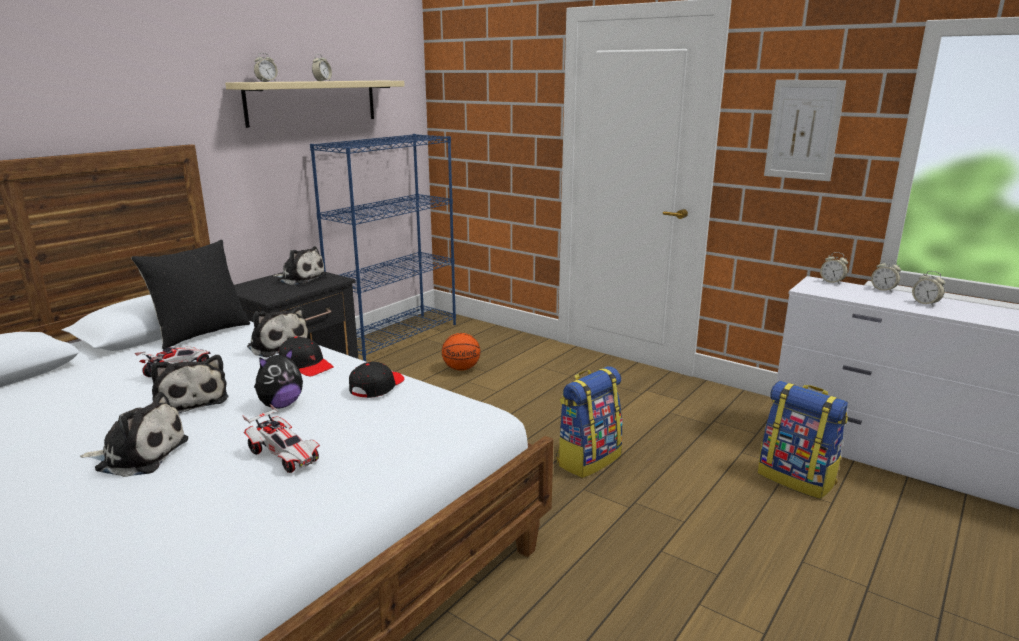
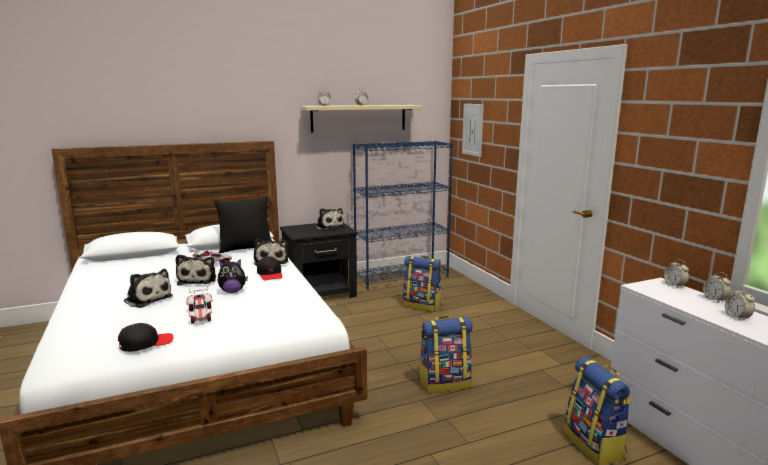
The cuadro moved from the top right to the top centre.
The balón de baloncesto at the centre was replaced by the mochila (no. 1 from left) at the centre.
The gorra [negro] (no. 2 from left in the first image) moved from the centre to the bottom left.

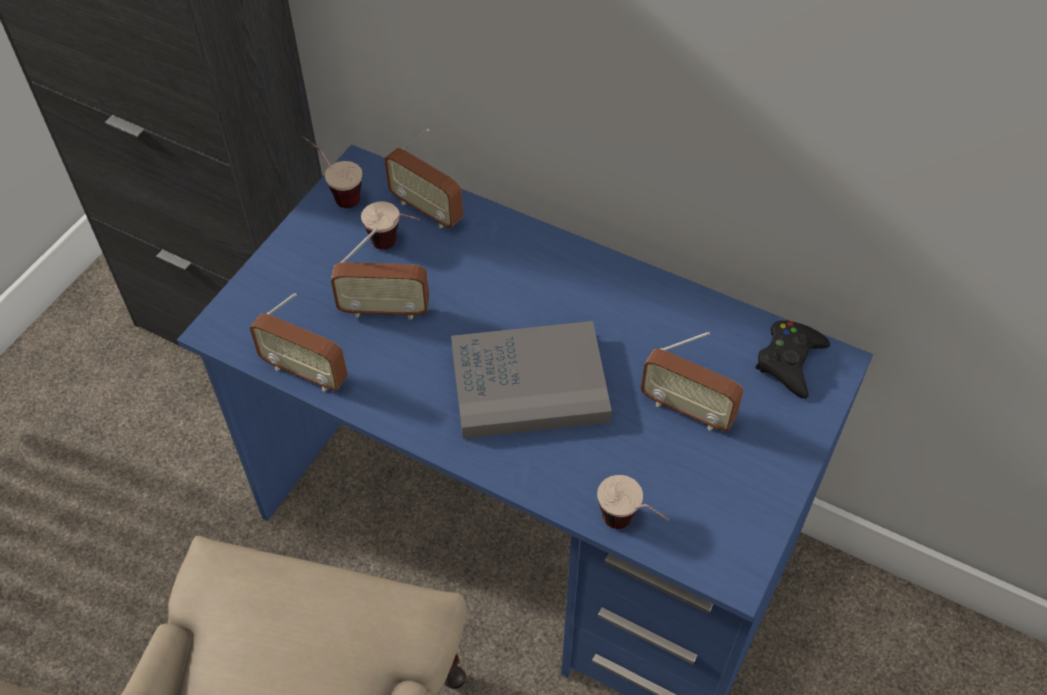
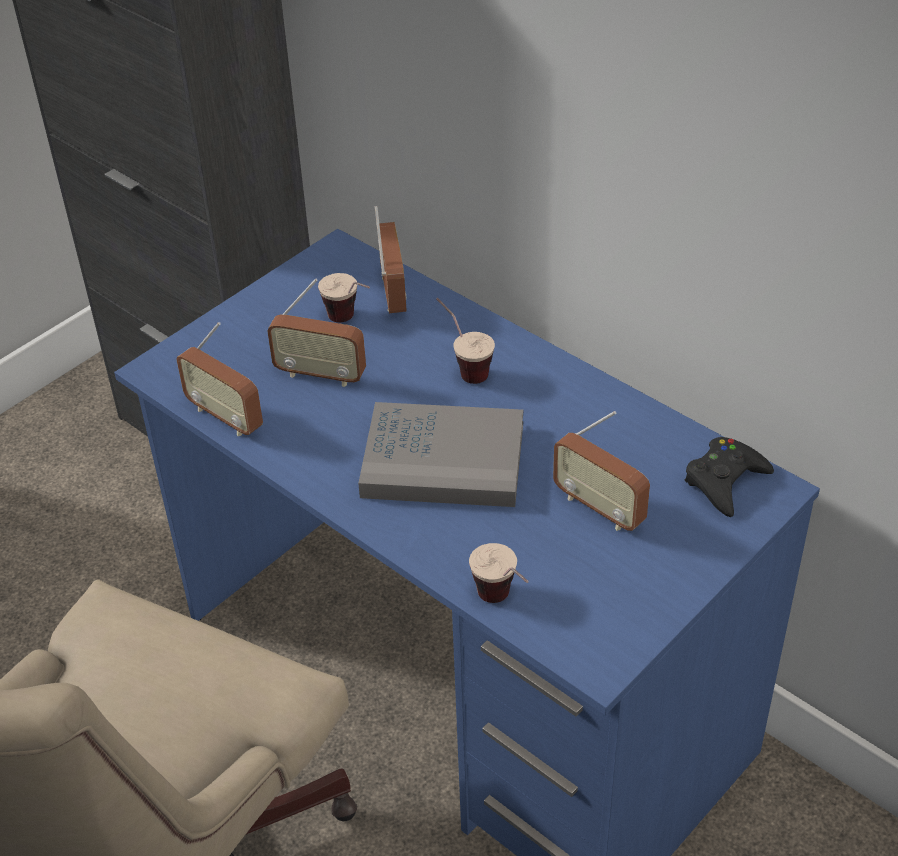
The radio (no. 3 from left) at the top centre turned 150 degrees counterclockwise.
The taza (no. 1 from left in the first image) moved from the top left to the centre.

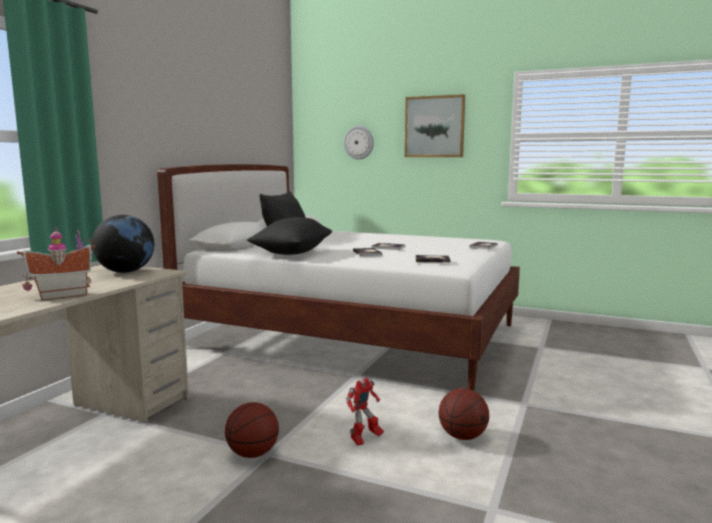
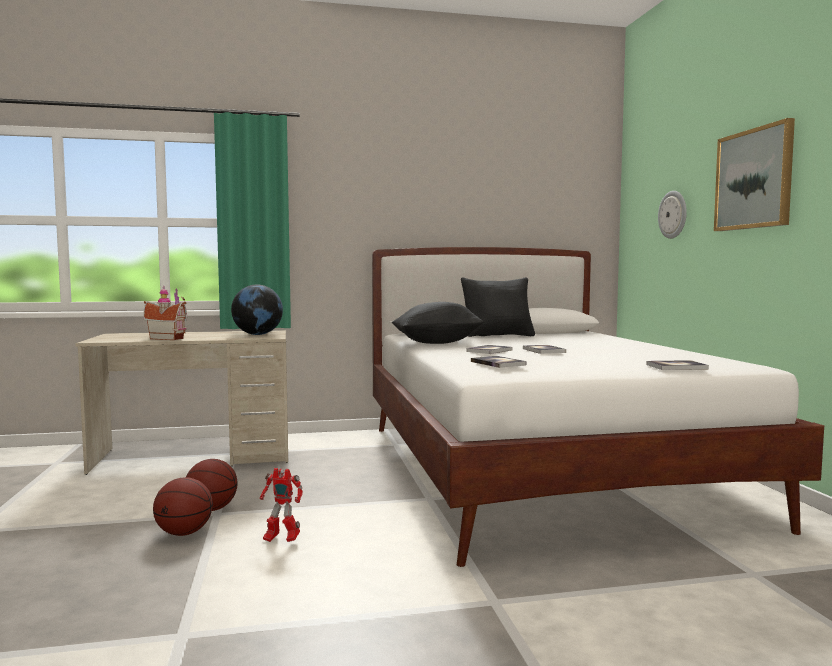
The balón de baloncesto (no. 2 from left in the first image) moved from the bottom centre to the bottom left.

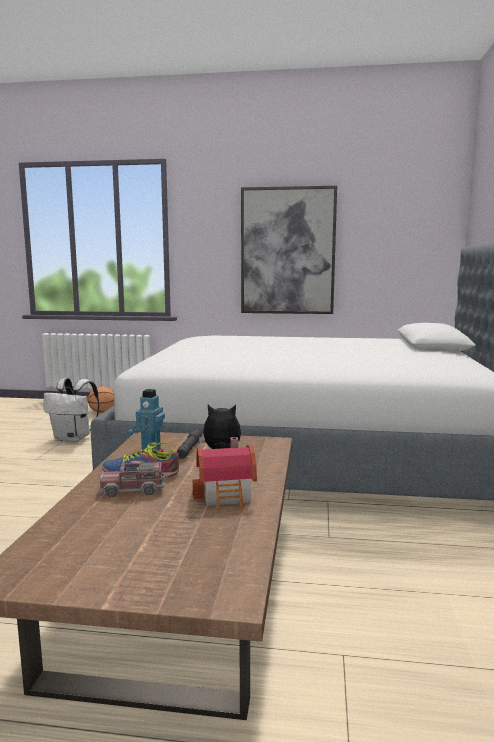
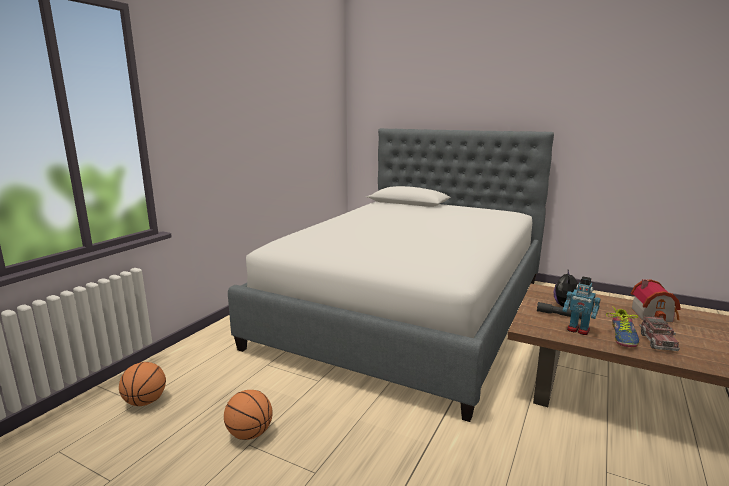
The cuadro at the centre disappeared.
The mochila [blanco] at the middle left was replaced by the balón de baloncesto (no. 2 from left) at the bottom centre.

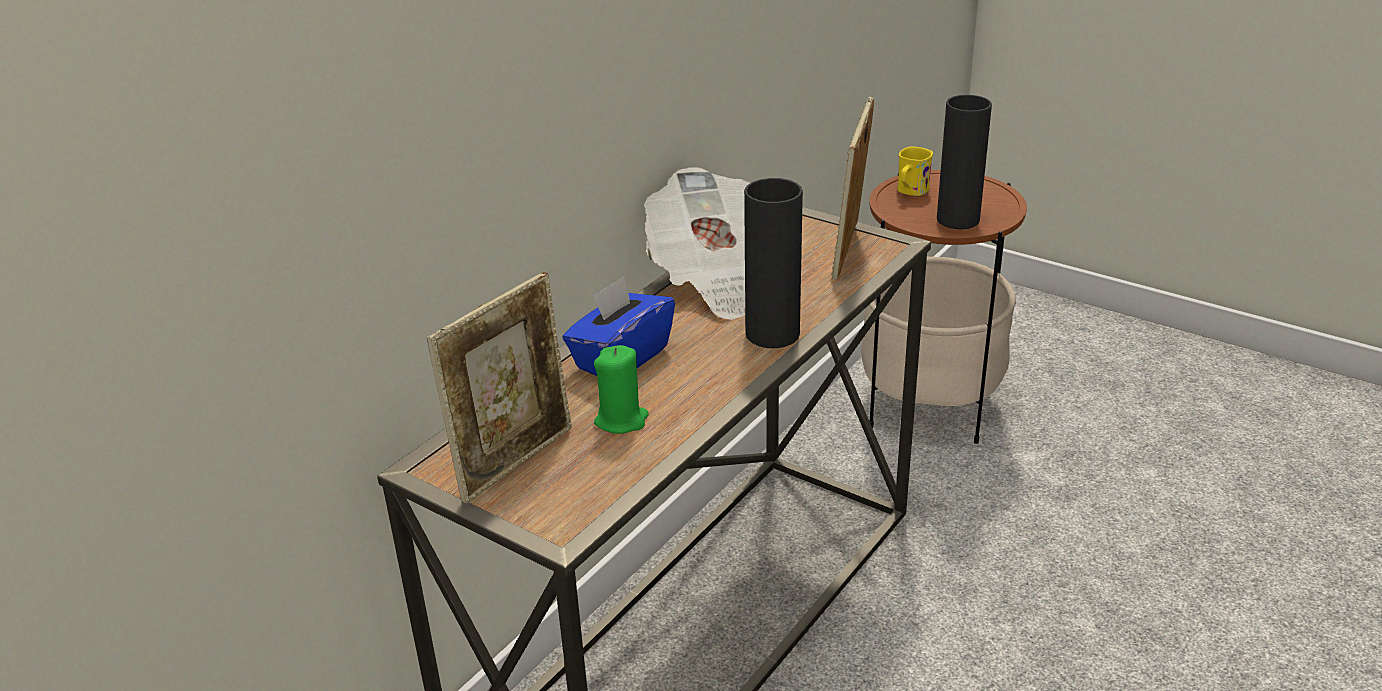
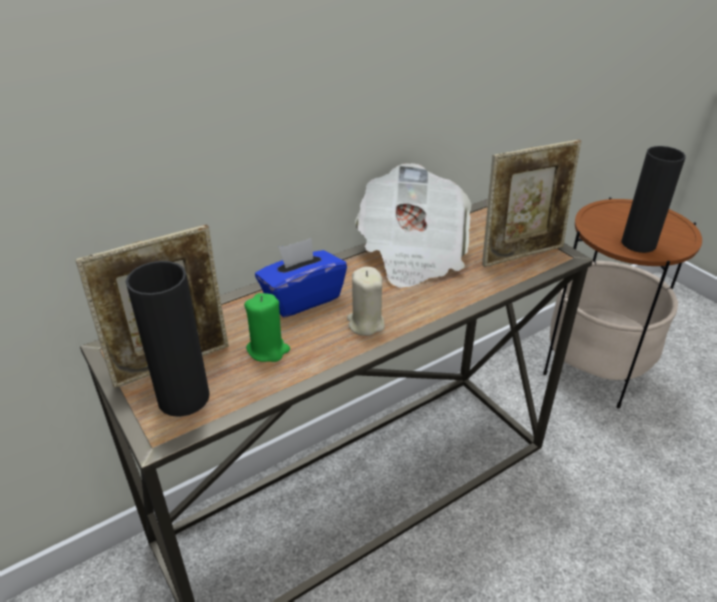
The portarretratos (no. 2 from left) at the top centre turned 150 degrees counterclockwise.
The taza grande [amarillo] at the top centre disappeared.
The florero [negro] (no. 1 from left) moved from the centre to the middle left.
The vela [beis] at the centre appeared.

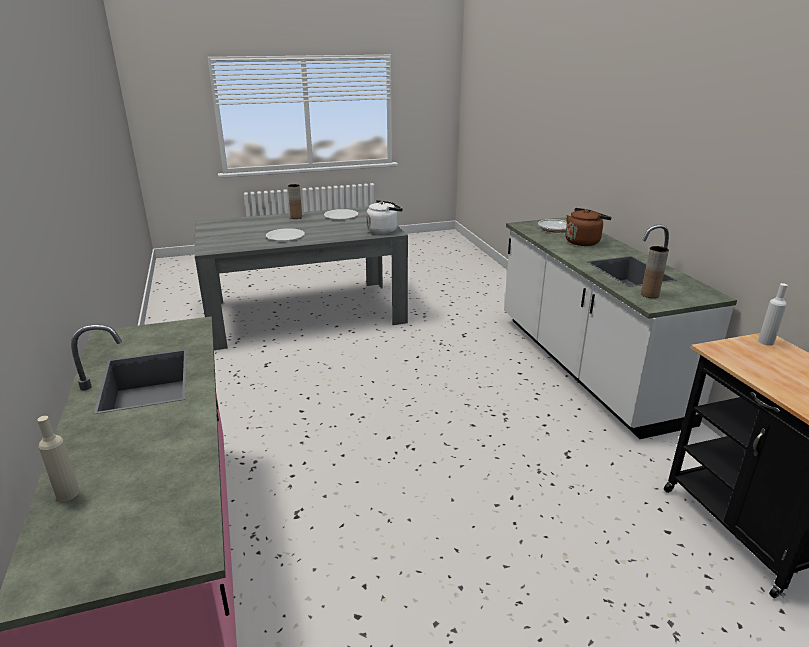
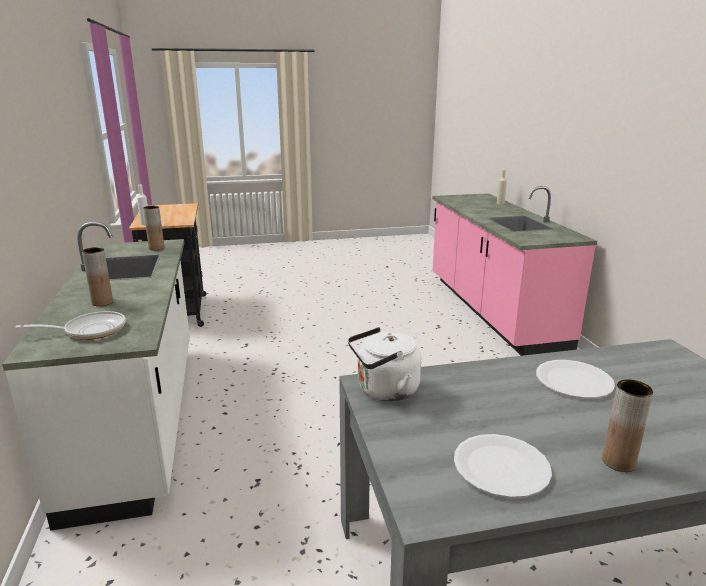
The hervidor [marrón] at the middle right was replaced by the florero [marrón] (no. 1 from left) at the middle left.

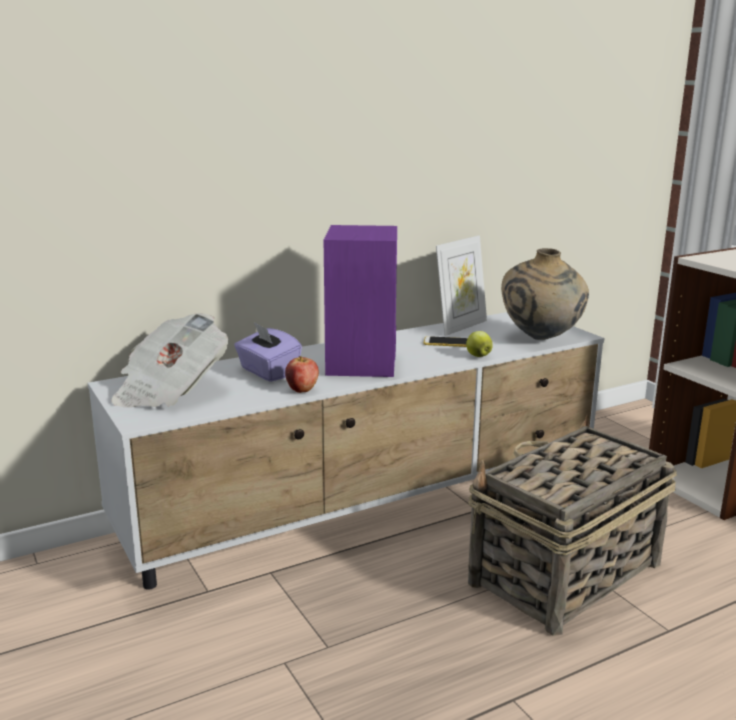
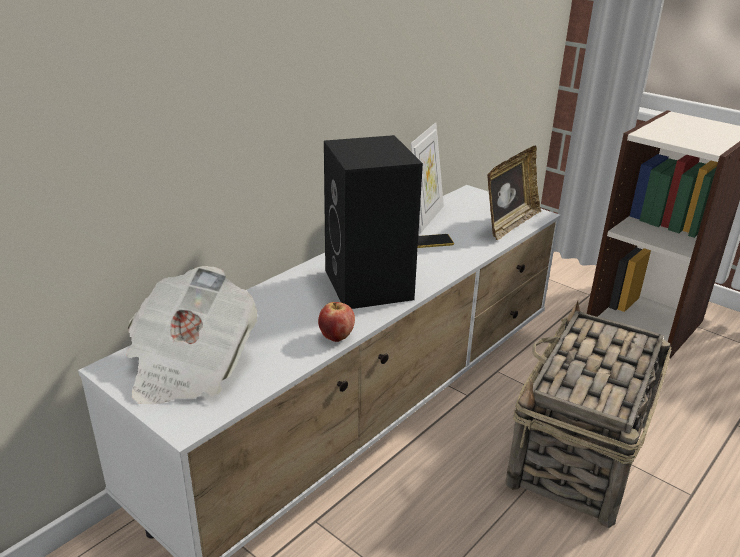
The altavoz [morado] at the centre became the altavoz [negro] at the centre.
The florero [beis] at the middle right was replaced by the portarretratos (no. 2 from left) at the middle right.
The caja de pañuelos [morado] at the centre disappeared.
The manzana (no. 2 from left) at the centre disappeared.

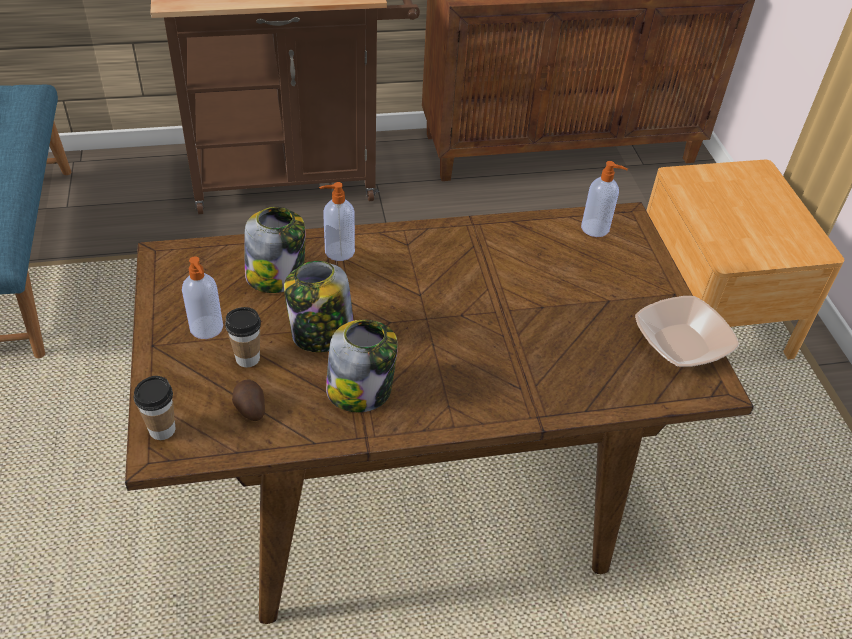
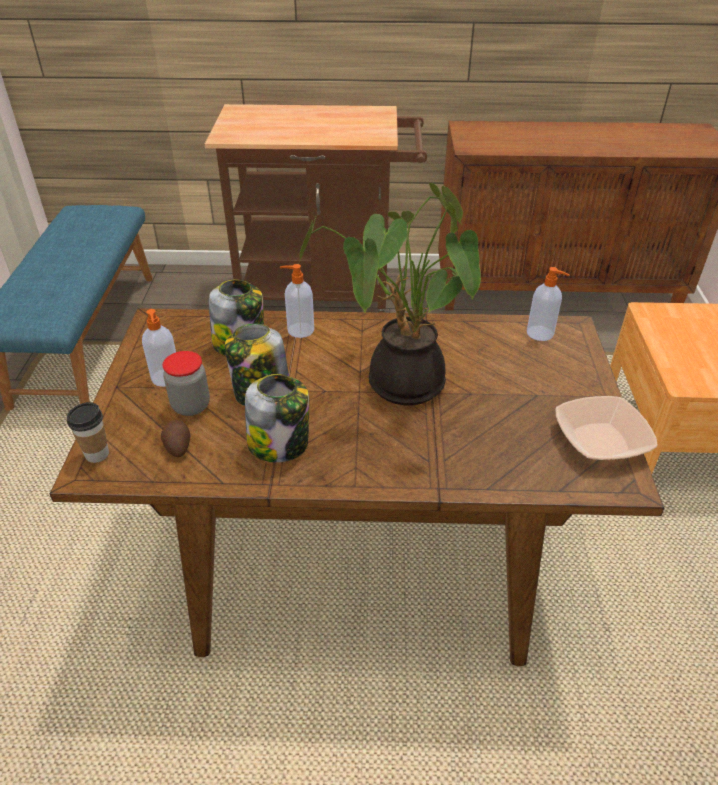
The taza (no. 2 from left) at the middle left was replaced by the tarro (no. 1 from left) at the middle left.
The planta en maceta at the centre appeared.

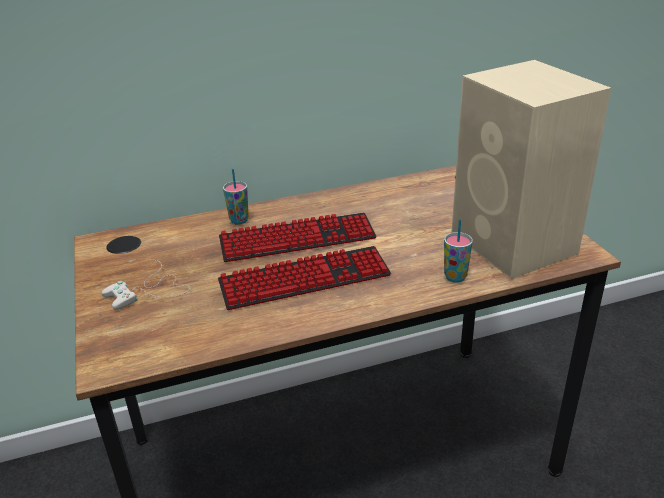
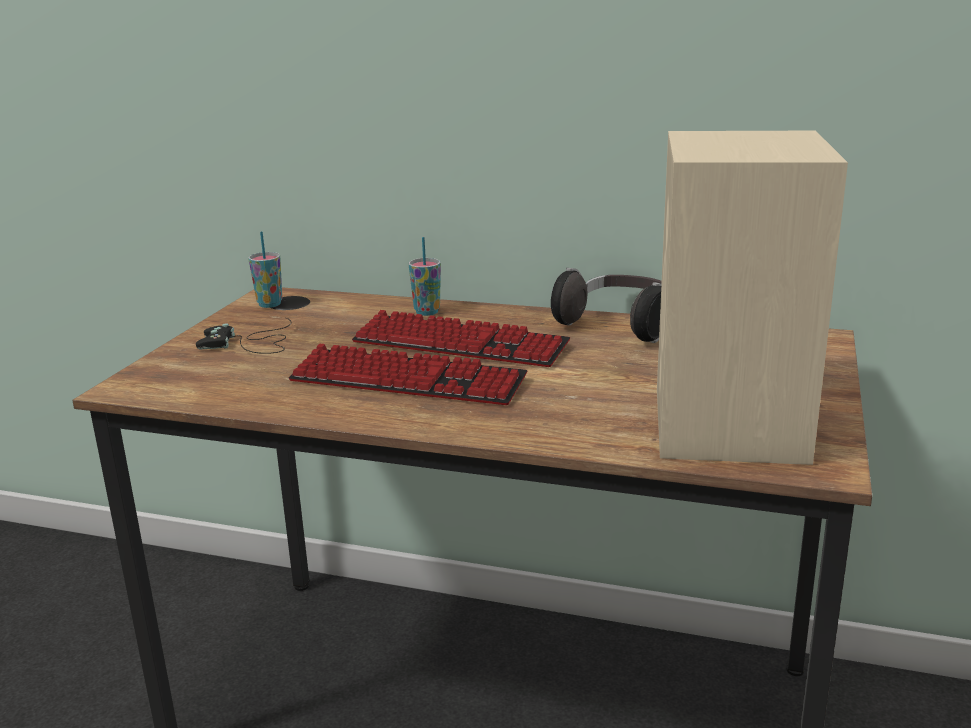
The taza (no. 2 from left in the first image) moved from the middle right to the middle left.
The mando de consola [blanco] at the middle left became the mando de consola [negro] at the middle left.
The auriculares at the centre appeared.

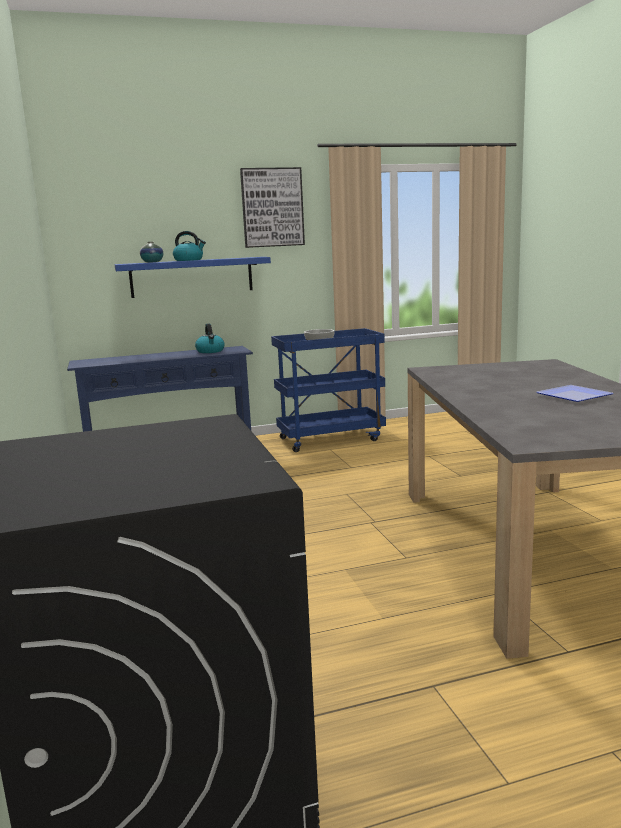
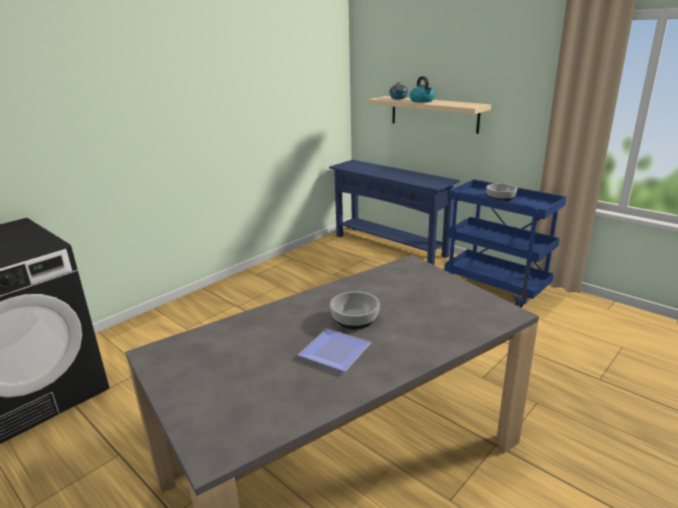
The cuadro at the top centre disappeared.
The estante [azul] at the middle left became the estante [beis] at the top centre.
The hervidor (no. 2 from left) at the centre disappeared.
The cuenco (no. 1 from left) at the centre appeared.

